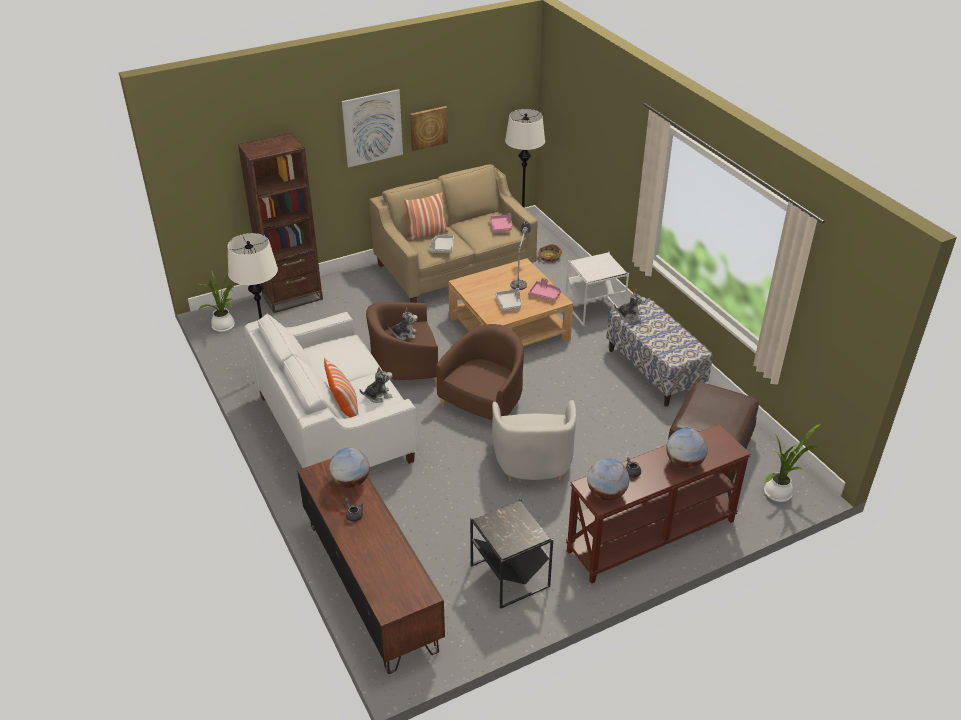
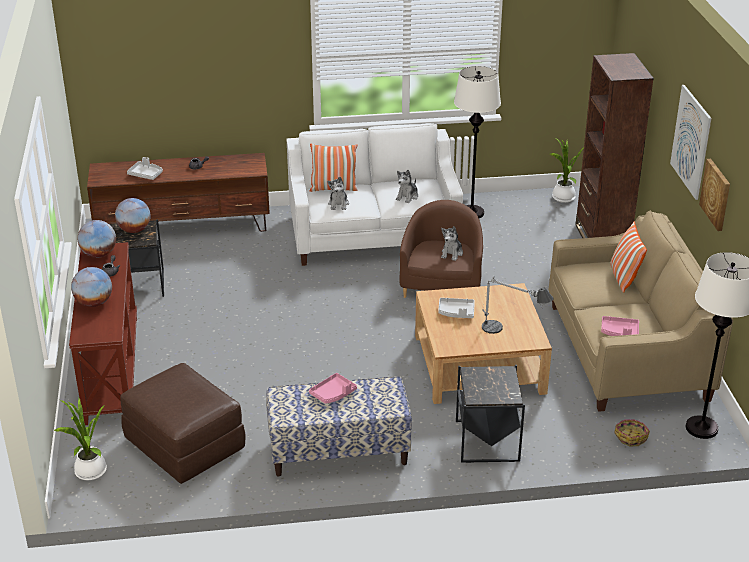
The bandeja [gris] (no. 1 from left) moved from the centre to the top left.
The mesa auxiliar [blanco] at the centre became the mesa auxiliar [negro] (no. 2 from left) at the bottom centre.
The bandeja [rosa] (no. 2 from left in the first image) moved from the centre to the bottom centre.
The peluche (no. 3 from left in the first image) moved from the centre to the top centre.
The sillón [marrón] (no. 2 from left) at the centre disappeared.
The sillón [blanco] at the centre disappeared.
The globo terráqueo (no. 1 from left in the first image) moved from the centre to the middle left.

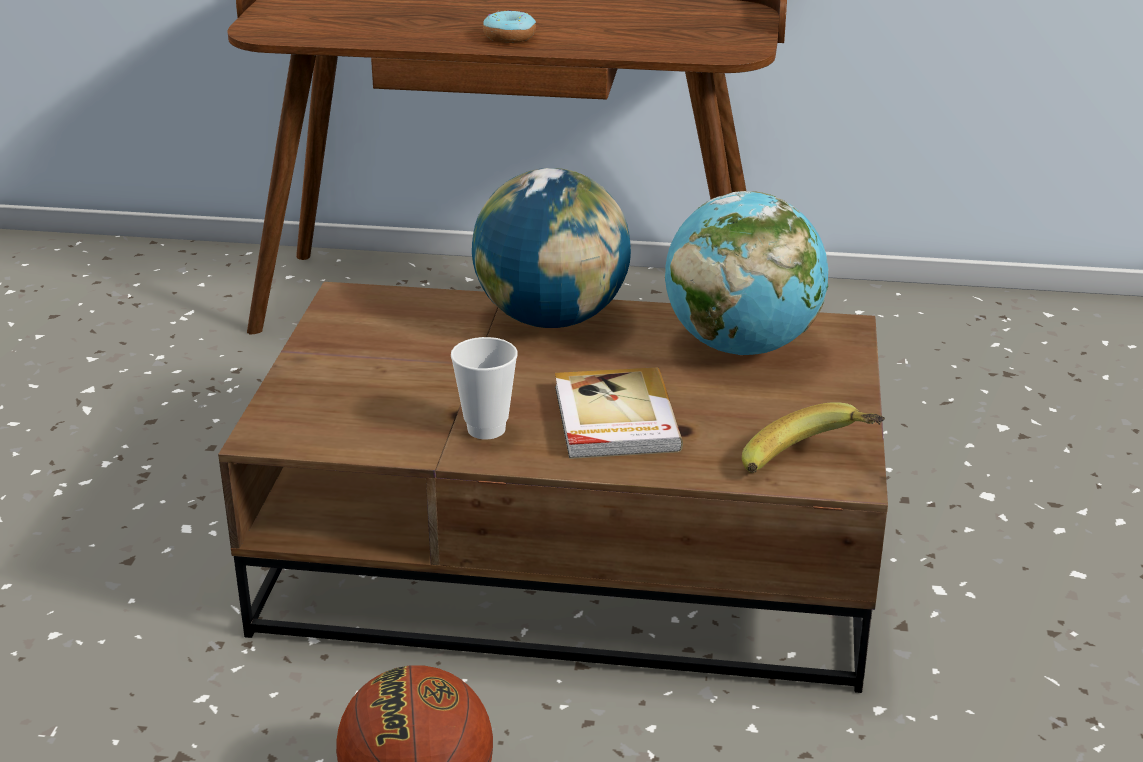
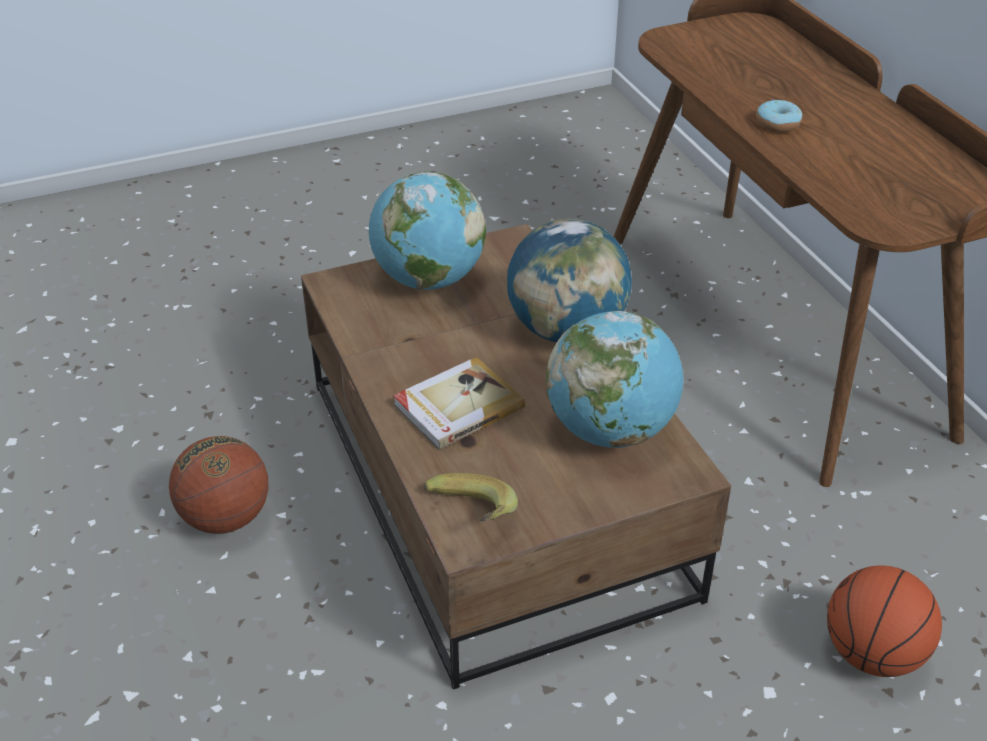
The taza at the centre disappeared.
The globo terráqueo (no. 1 from left) at the top centre appeared.
The balón de baloncesto (no. 2 from left) at the bottom right appeared.

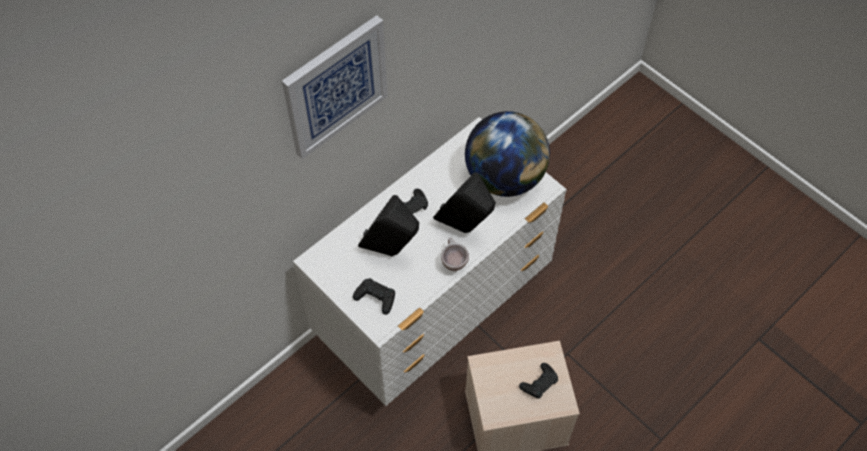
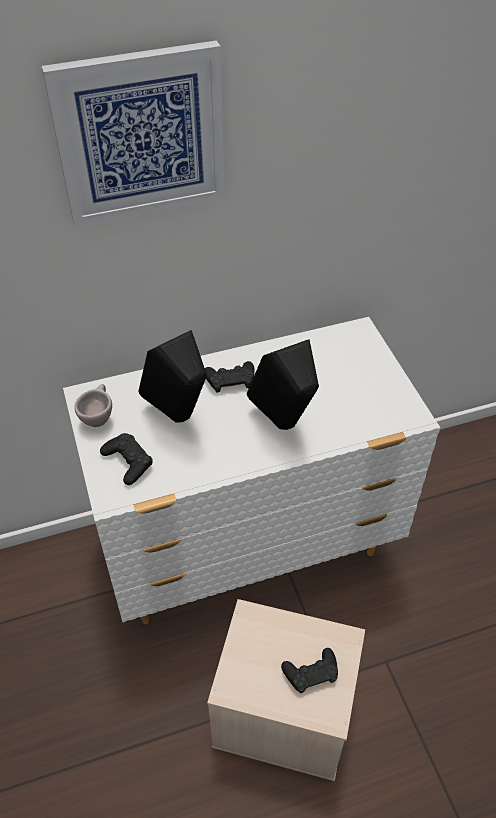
The globo terráqueo at the centre disappeared.
The taza [beis] moved from the centre to the middle left.

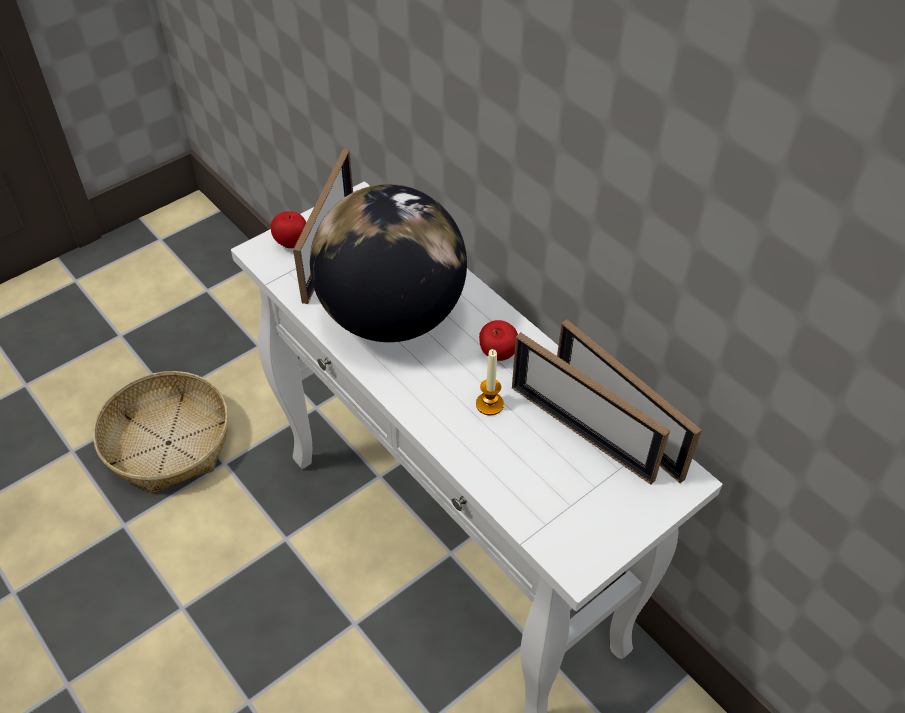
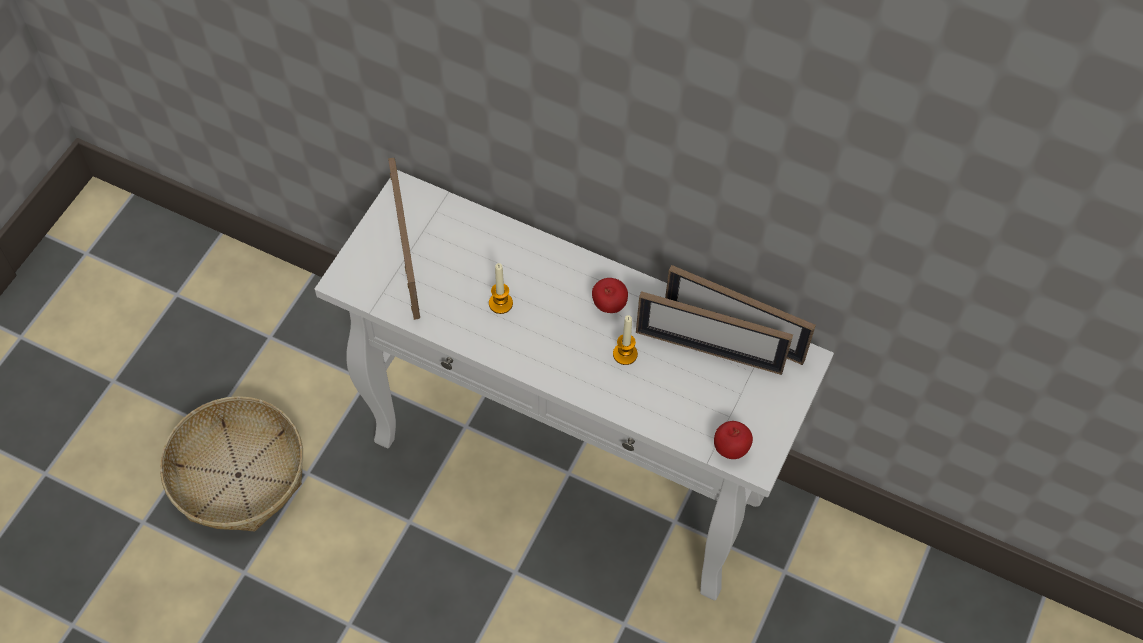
The globo terráqueo at the centre was replaced by the vela (no. 1 from left) at the centre.
The manzana (no. 1 from left in the first image) moved from the top left to the bottom centre.

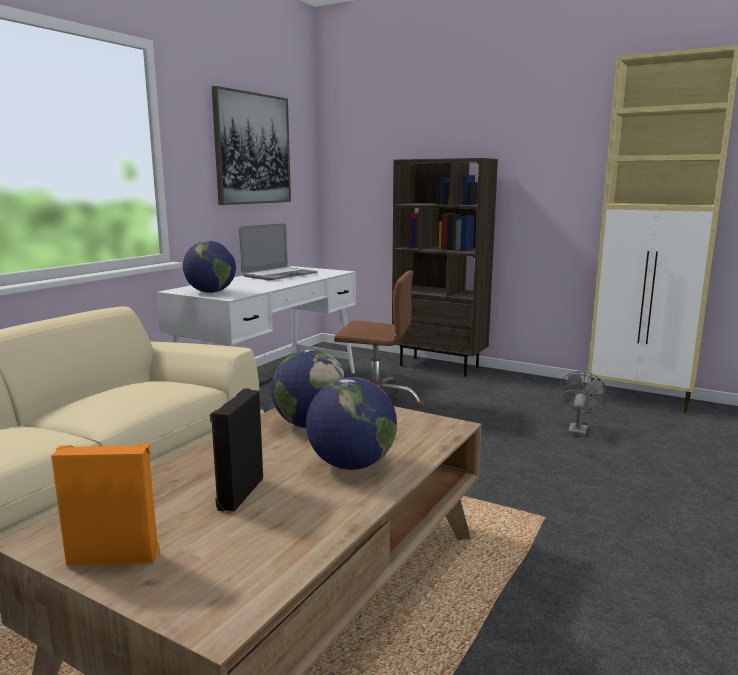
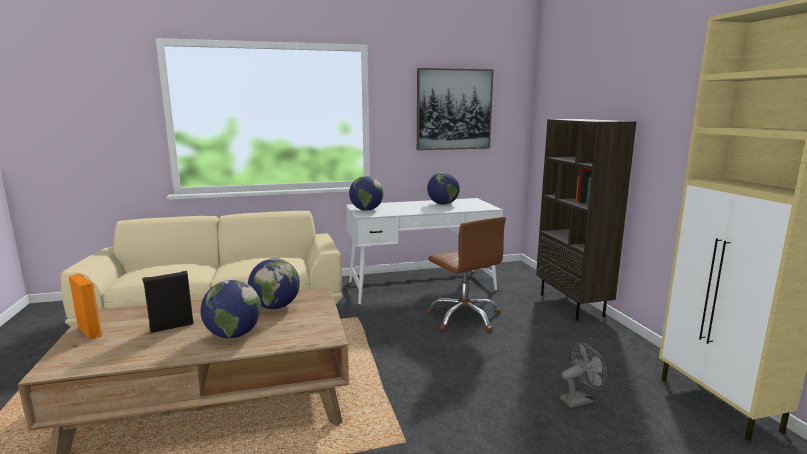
The portátil at the centre was replaced by the globo terráqueo (no. 4 from left) at the centre.

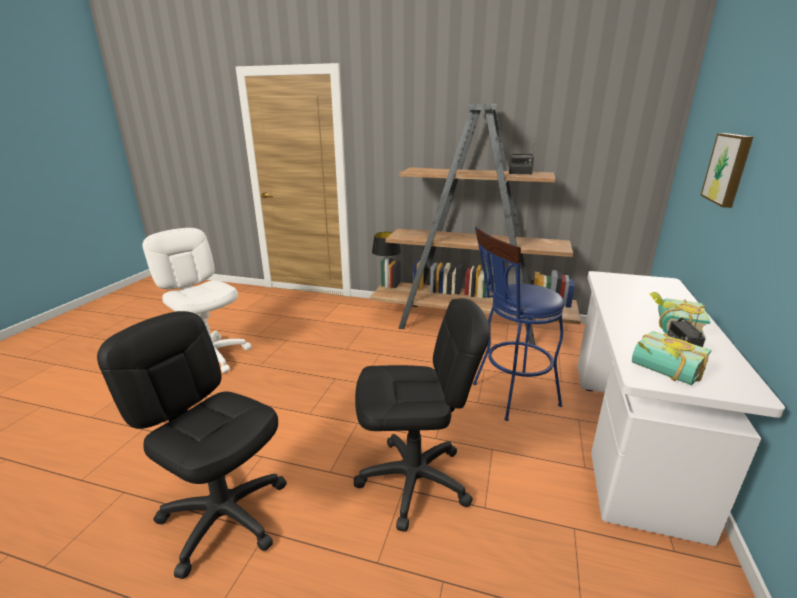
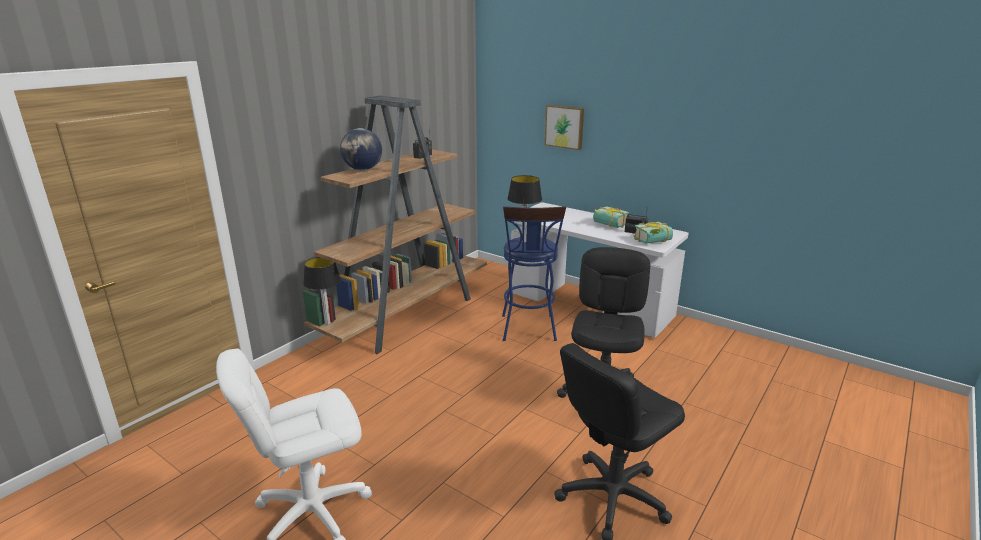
The globo terráqueo at the top centre appeared.
The lámpara de mesa (no. 2 from left) at the centre appeared.

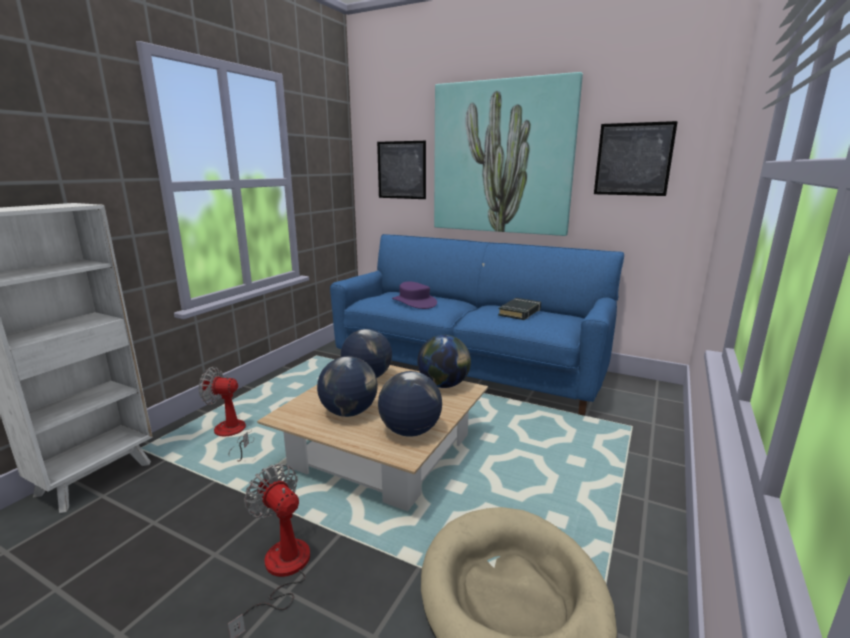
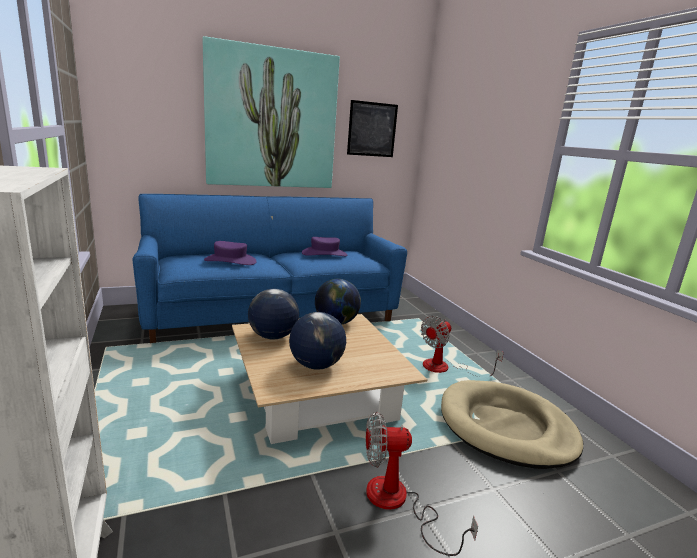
The cuadro (no. 1 from left) at the top centre disappeared.
The libro [negro] at the centre was replaced by the sombrero [morado] (no. 2 from left) at the centre.
The ventilador (no. 1 from left in the first image) moved from the middle left to the centre.
The globo terráqueo (no. 3 from left) at the centre disappeared.

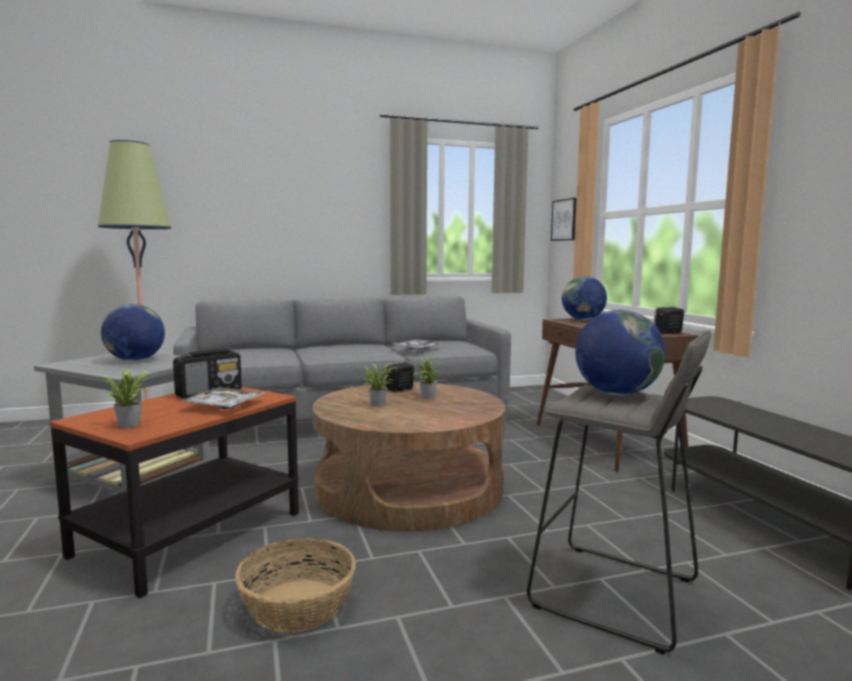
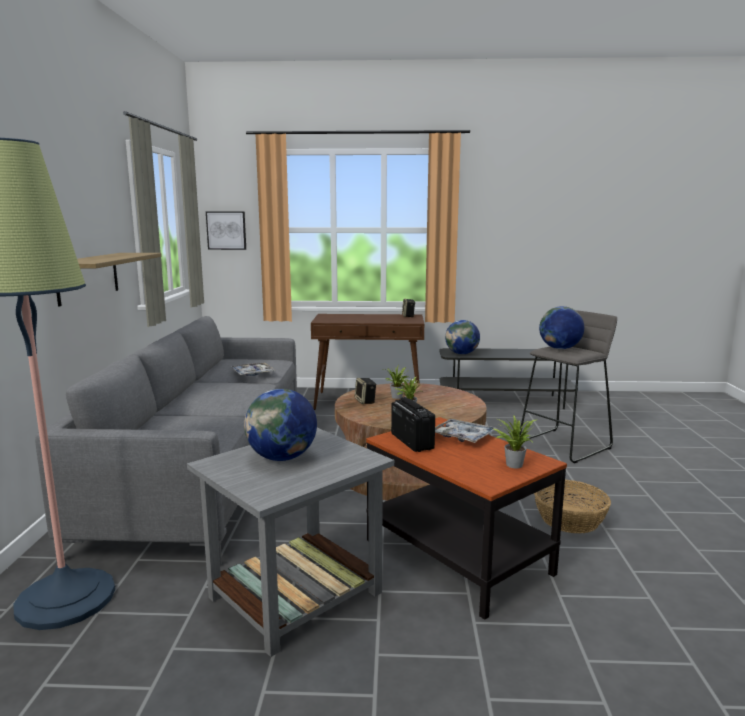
The globo terráqueo (no. 2 from left) moved from the middle right to the centre.
The estante at the middle left appeared.

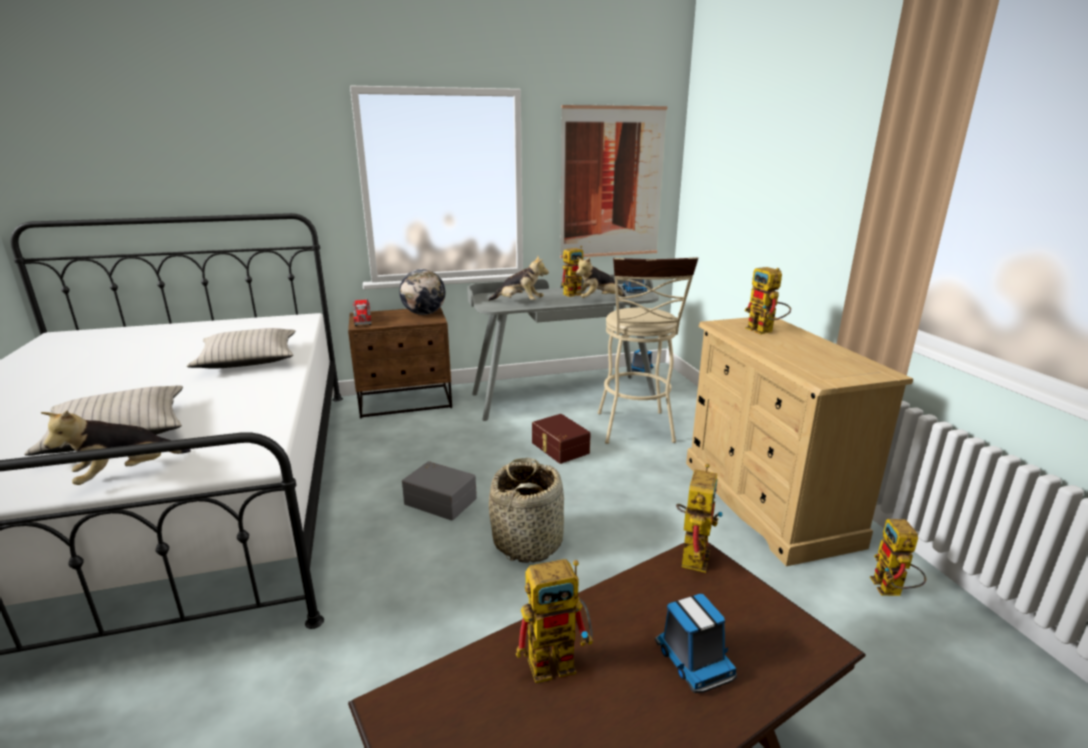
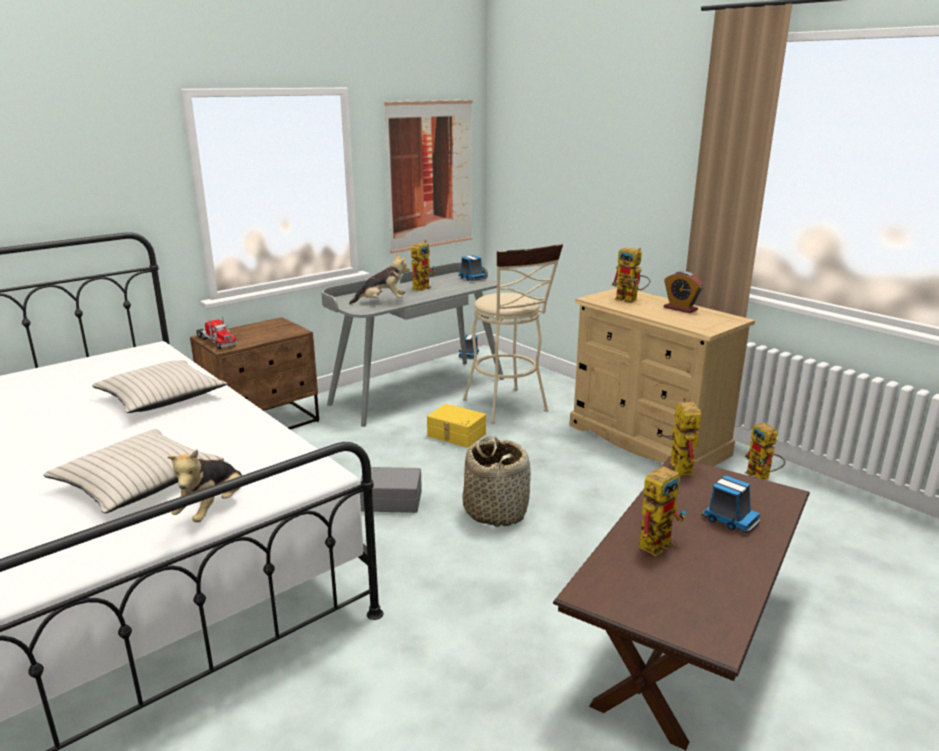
The peluche (no. 3 from left) at the centre disappeared.
The globo terráqueo at the centre disappeared.
The caja de almacenaje [marrón] at the centre became the caja de almacenaje [amarillo] at the centre.
The despertador at the middle right appeared.

